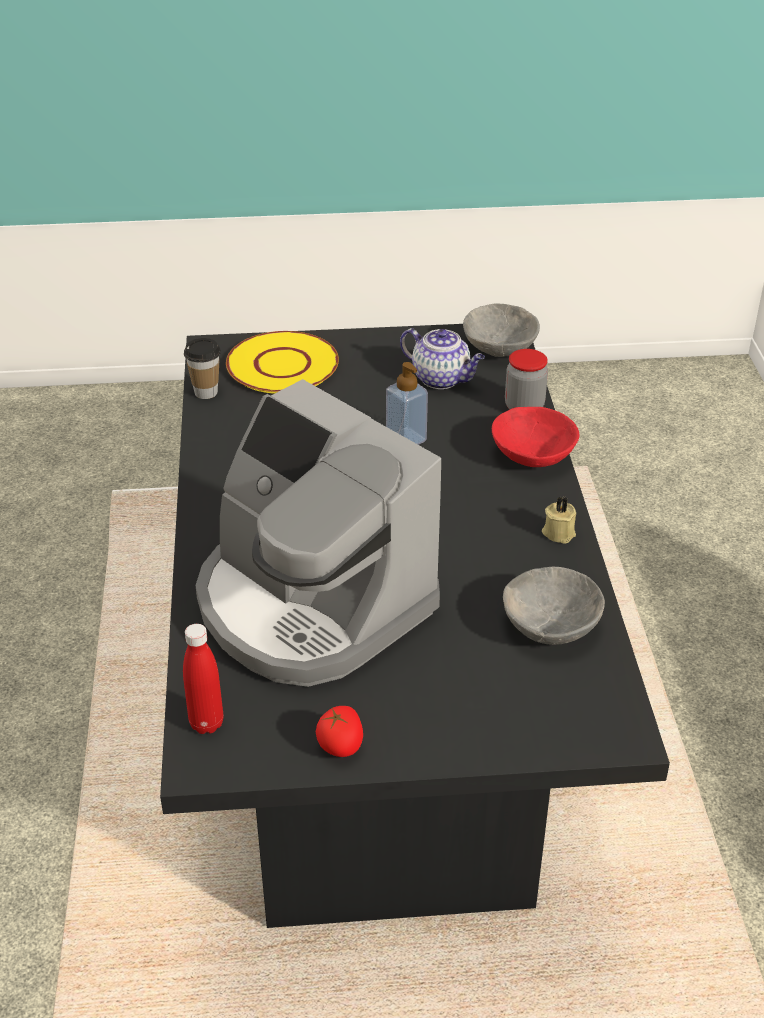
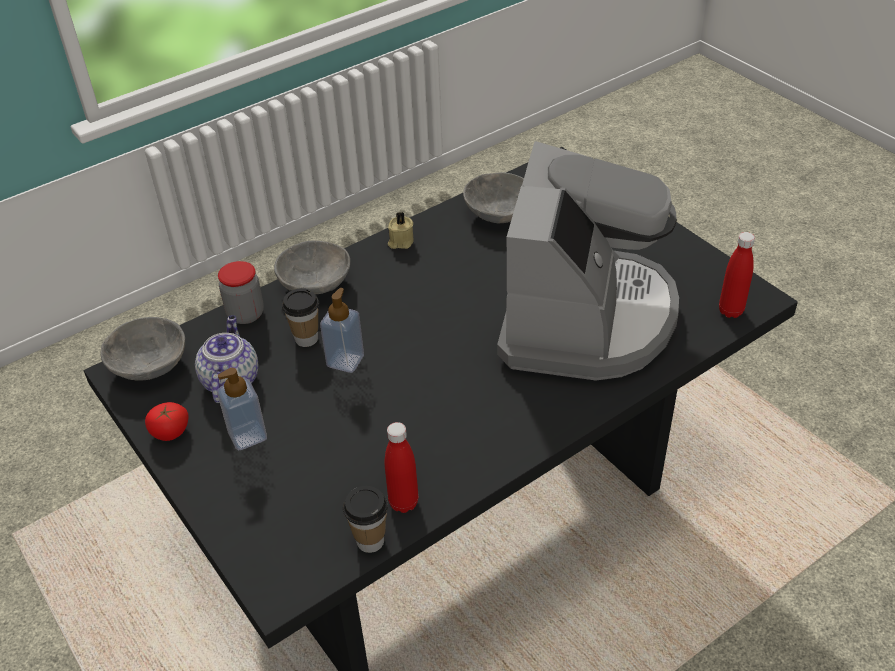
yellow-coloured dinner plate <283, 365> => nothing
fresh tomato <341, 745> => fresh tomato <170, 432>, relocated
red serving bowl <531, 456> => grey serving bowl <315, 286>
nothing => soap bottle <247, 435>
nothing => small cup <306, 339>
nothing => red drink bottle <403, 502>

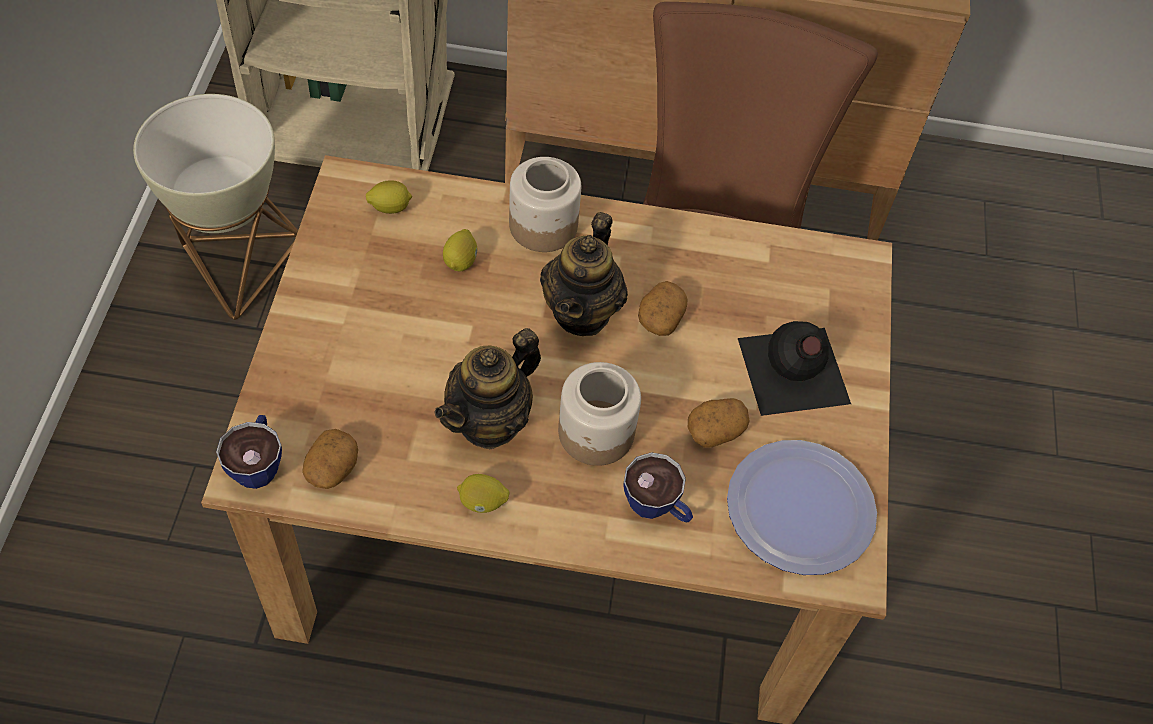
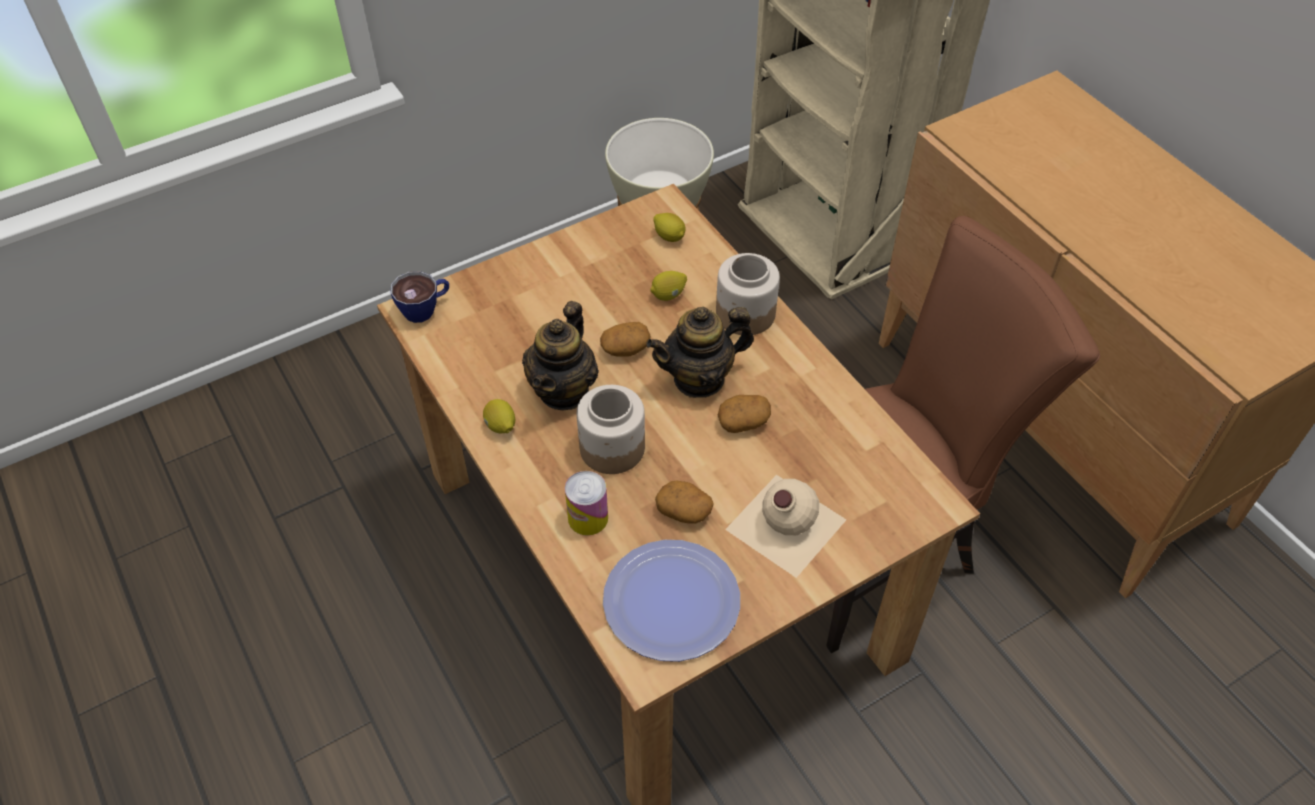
spud <332, 468> => spud <625, 349>, relocated
tea pot <490, 421> => tea pot <563, 390>, 75 degrees counterclockwise
small cup <657, 507> => metal can <588, 518>
black drink bottle <792, 372> => sand-coloured drink bottle <783, 524>

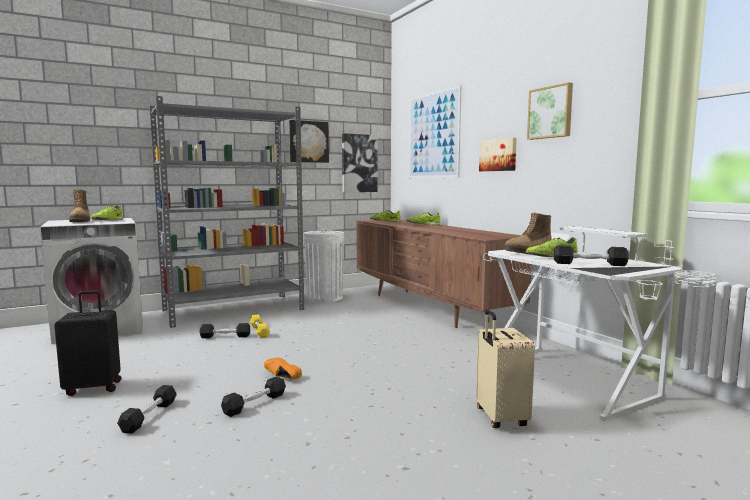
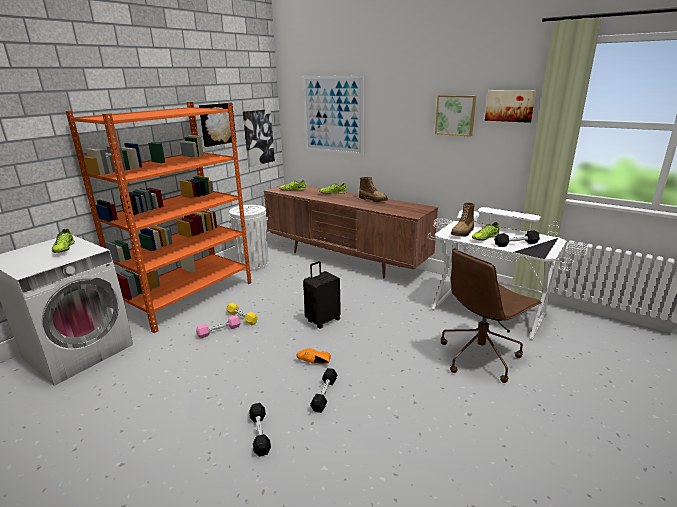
black piece of luggage <94, 388> => black piece of luggage <322, 320>, relocated
boot <81, 221> => boot <373, 200>, relocated
grey bookcase <233, 310> => orange bookcase <188, 297>
black dumbbell <225, 336> => pink dumbbell <219, 331>
sand-coloured piece of luggage <500, 418> => brown desk chair <481, 356>
wall picture <498, 155> => wall picture <510, 106>, relocated

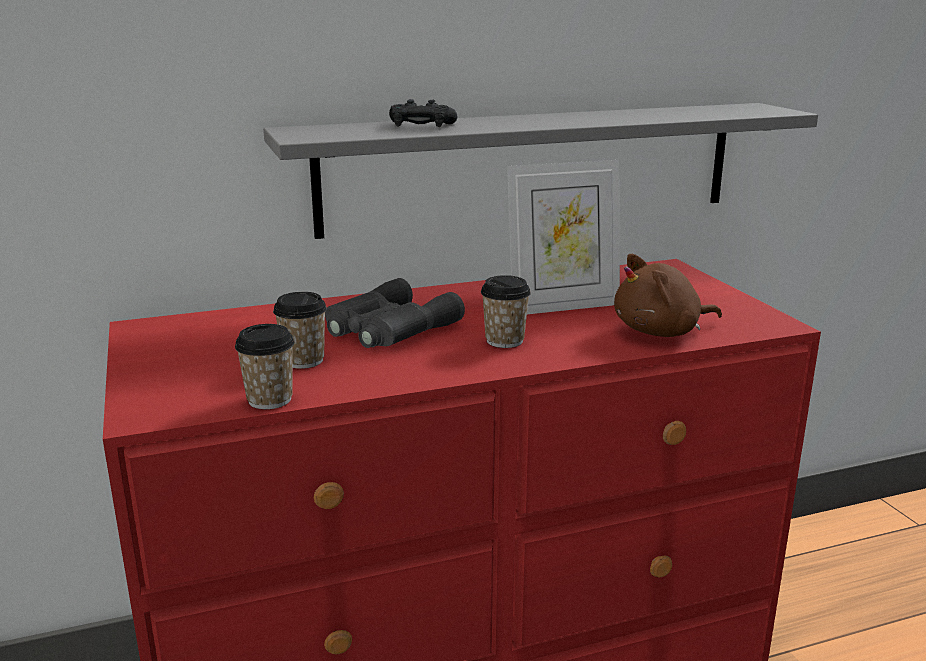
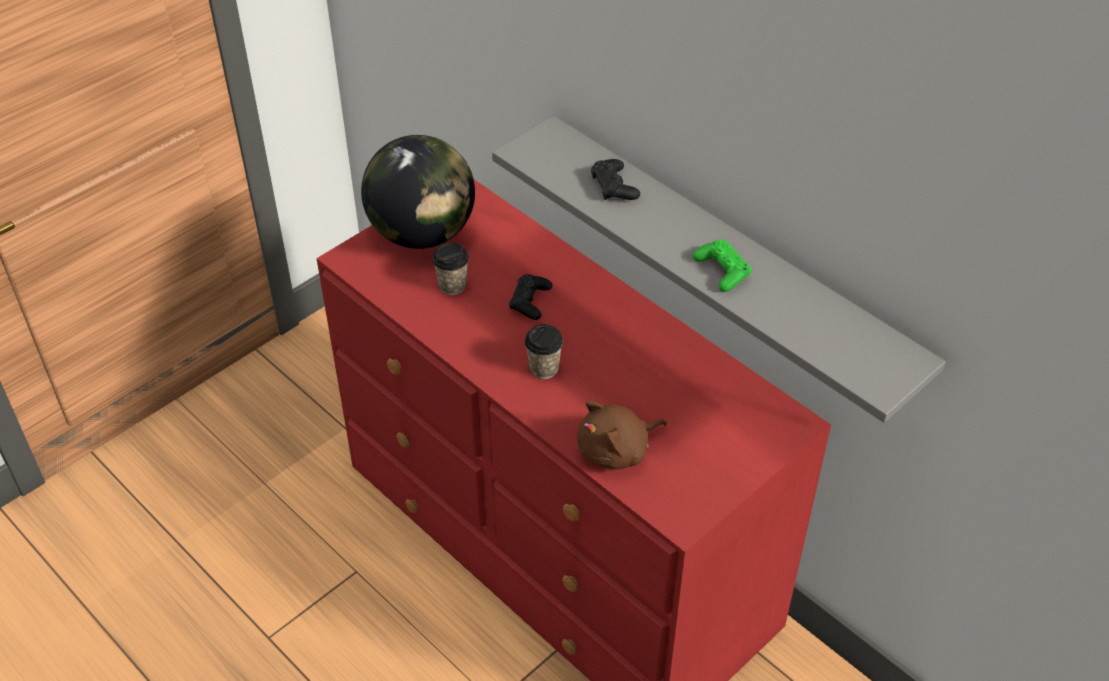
small cup <269, 400> => nothing
grey field glasses <387, 328> => black game controller <530, 301>
picture frame <562, 306> => nothing
brown cuddly toy <661, 332> => brown cuddly toy <617, 451>, 75 degrees counterclockwise
nothing => desk globe <422, 234>
nothing => green game controller <722, 270>

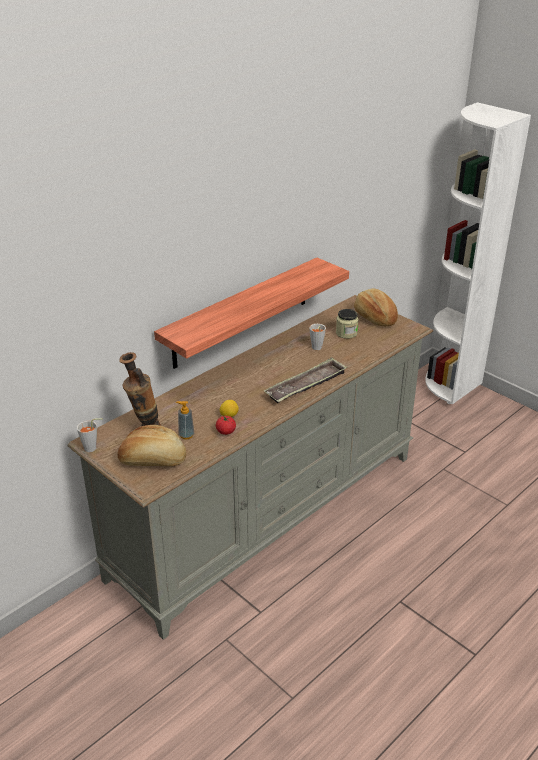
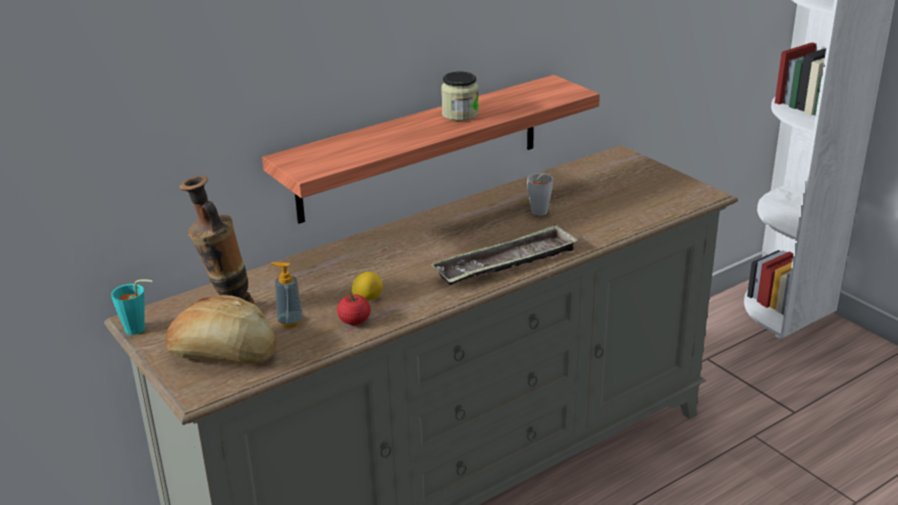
grey small cup <93, 448> => turquoise-coloured small cup <139, 329>
storage jar <346, 333> => storage jar <460, 114>, relocated
baked bread <374, 317> => nothing

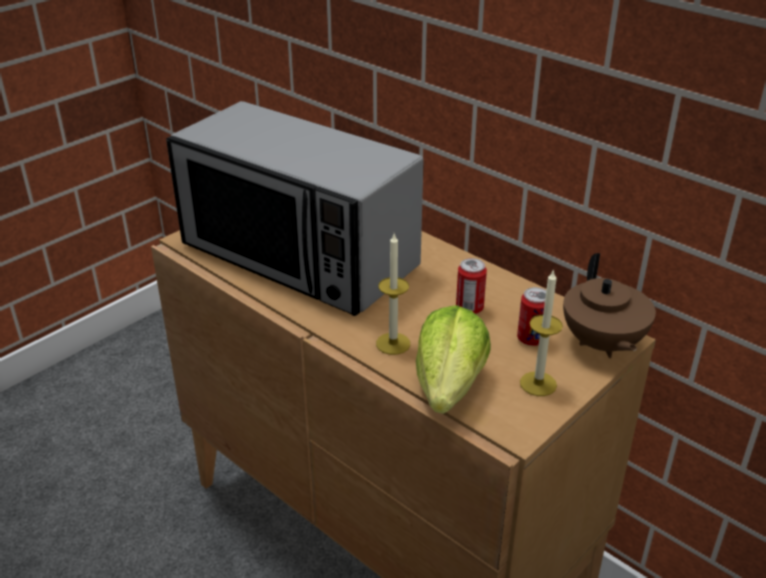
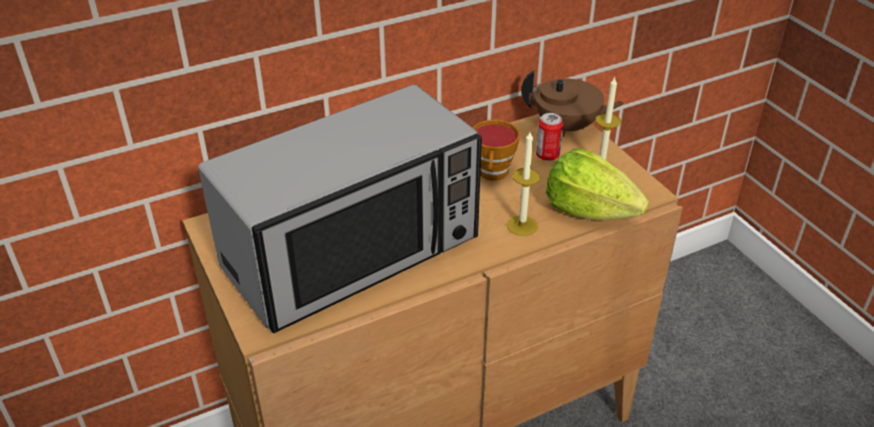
metal can <469, 308> => small cup <493, 173>

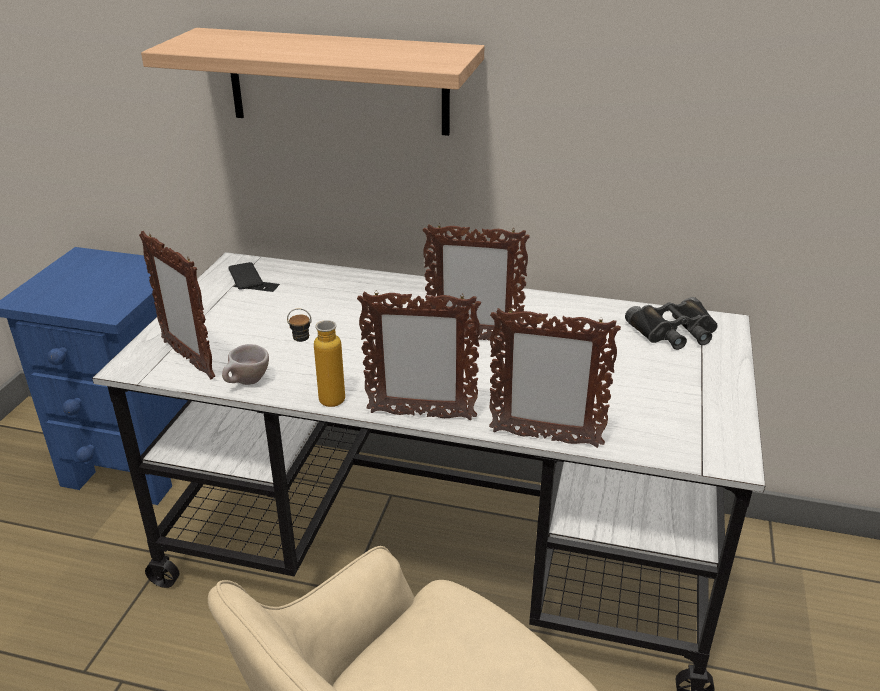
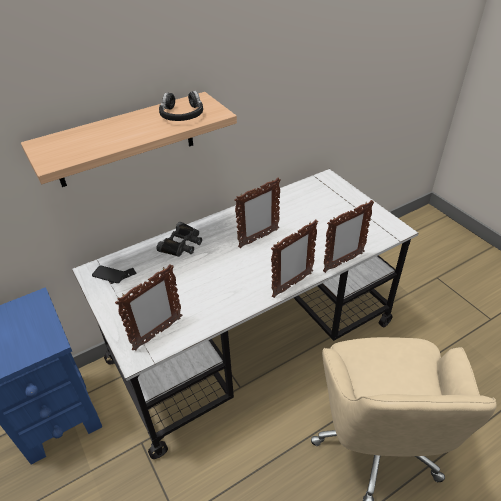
picture frame <188, 359> => picture frame <157, 334>, 45 degrees counterclockwise
sand-coloured small cup <247, 383> => nothing
drink bottle <320, 400> => nothing
black field glasses <674, 331> => black field glasses <182, 244>, relocated
nothing => black headset <182, 114>

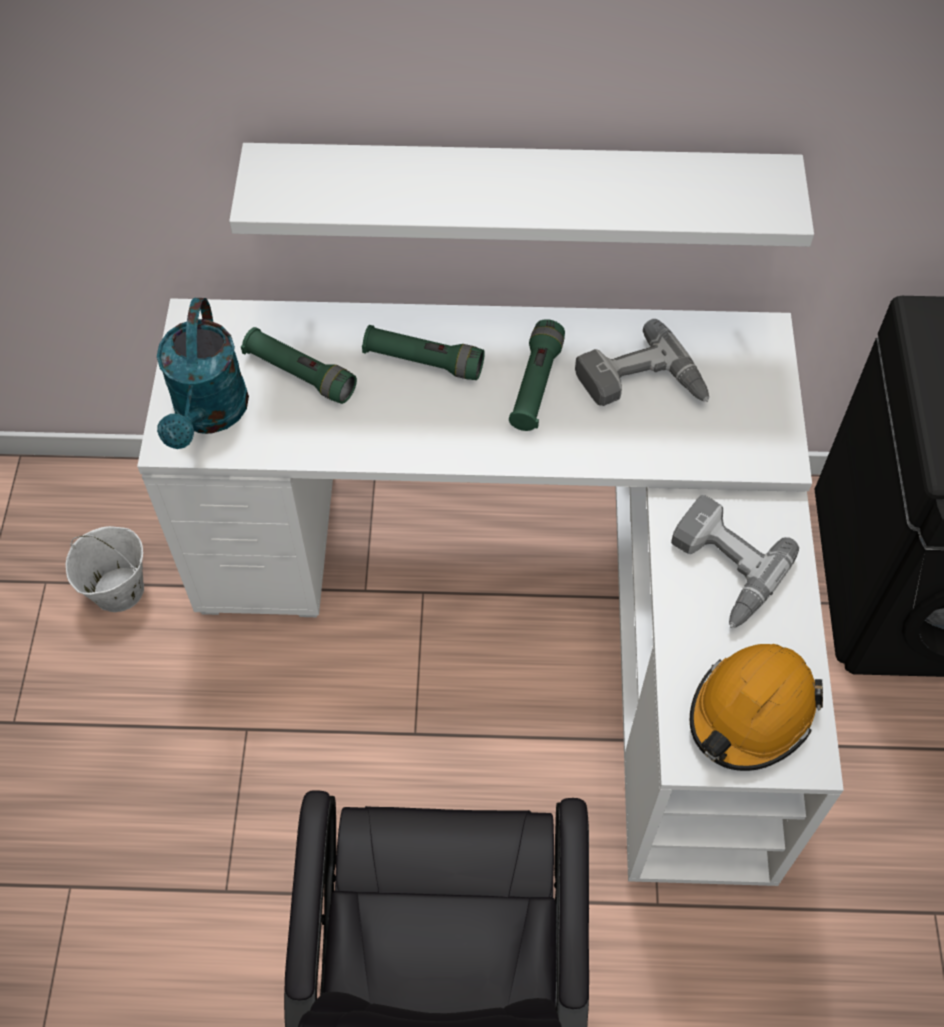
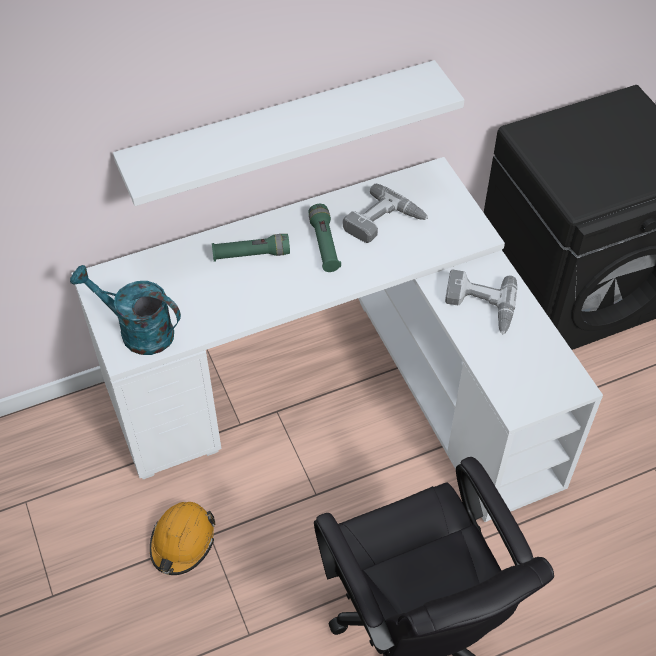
white water bucket <118, 591> => nothing
turquoise-coloured watering can <209, 415> => turquoise-coloured watering can <137, 331>, 135 degrees clockwise
green flashlight <300, 374> => nothing
orange safety helmet <751, 713> => orange safety helmet <182, 542>, relocated

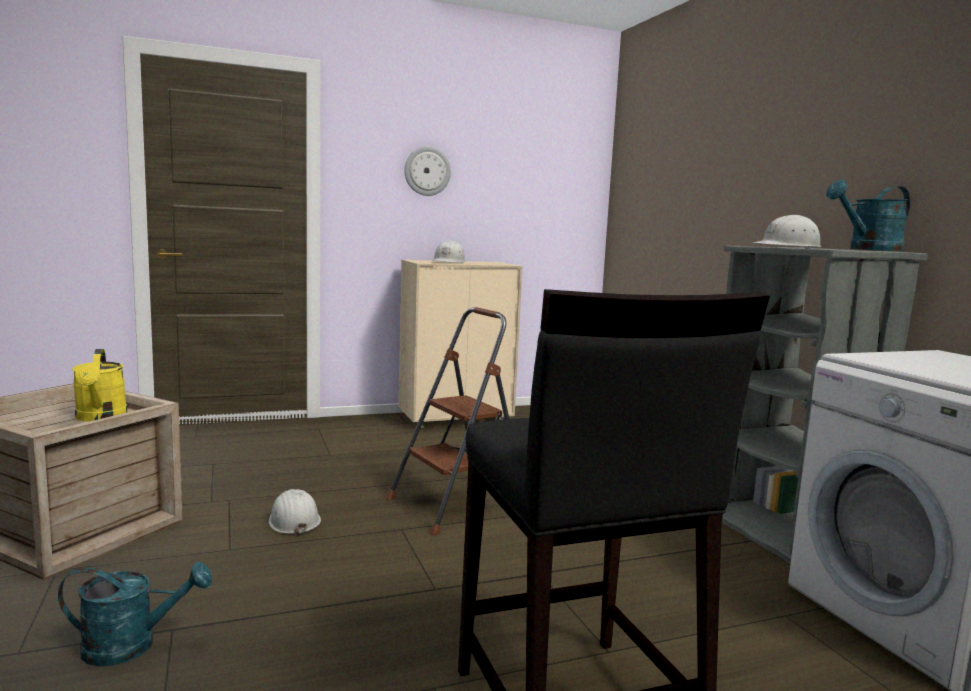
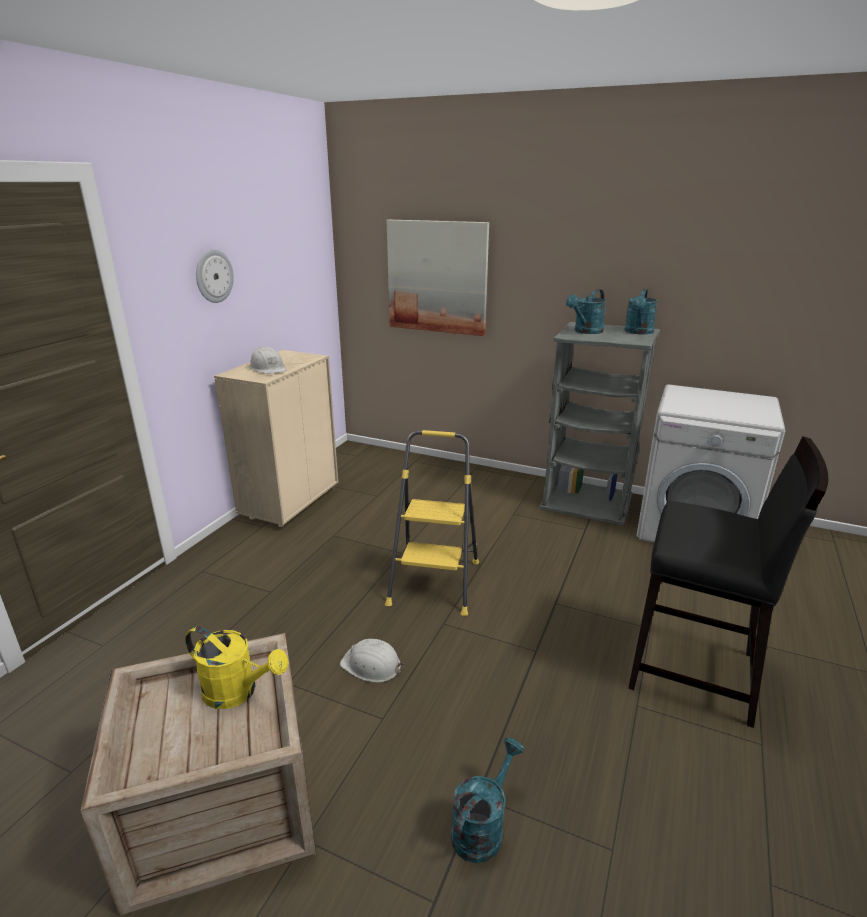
brown step stool <461, 503> => yellow-coloured step stool <435, 579>
white safety helmet <788, 246> => turquoise-coloured watering can <585, 332>
nothing => wall picture <437, 277>

